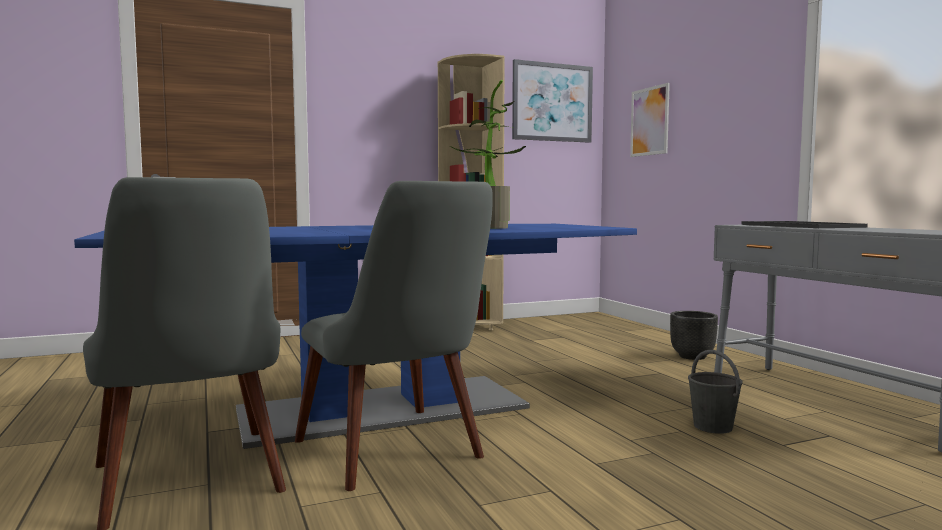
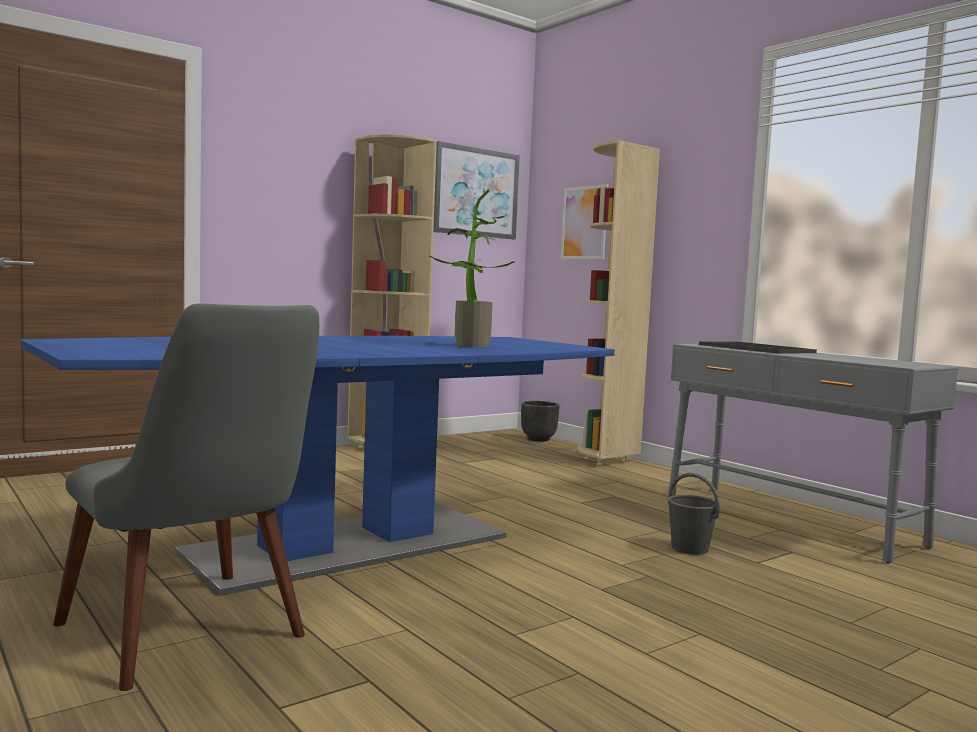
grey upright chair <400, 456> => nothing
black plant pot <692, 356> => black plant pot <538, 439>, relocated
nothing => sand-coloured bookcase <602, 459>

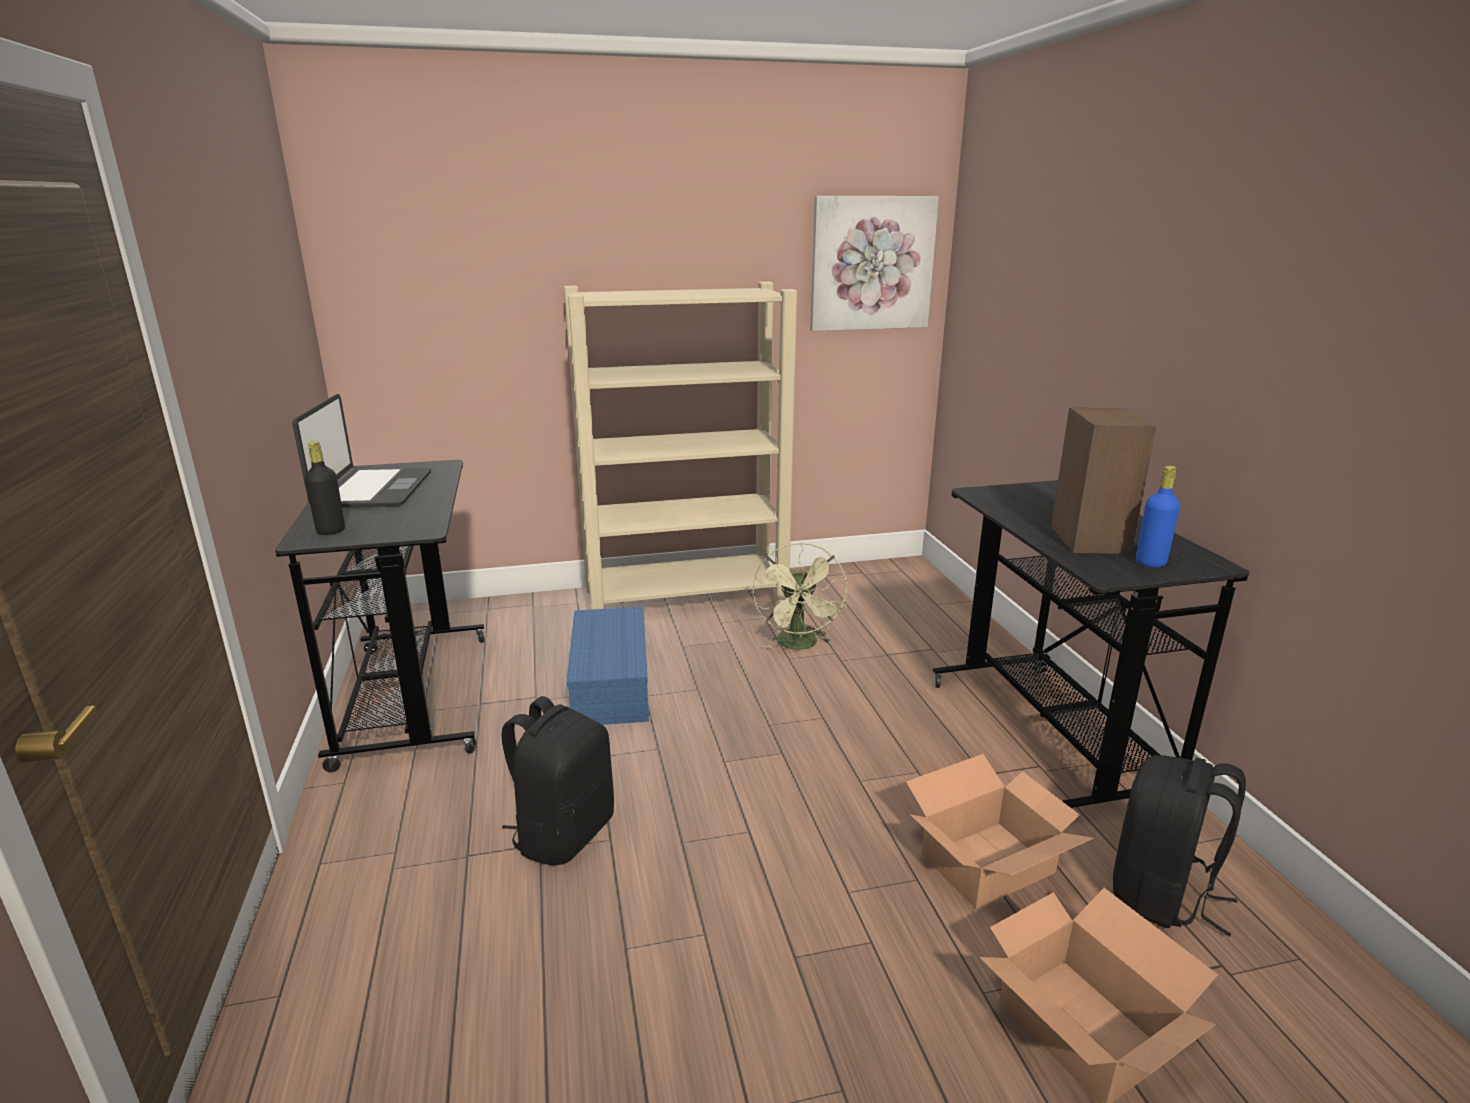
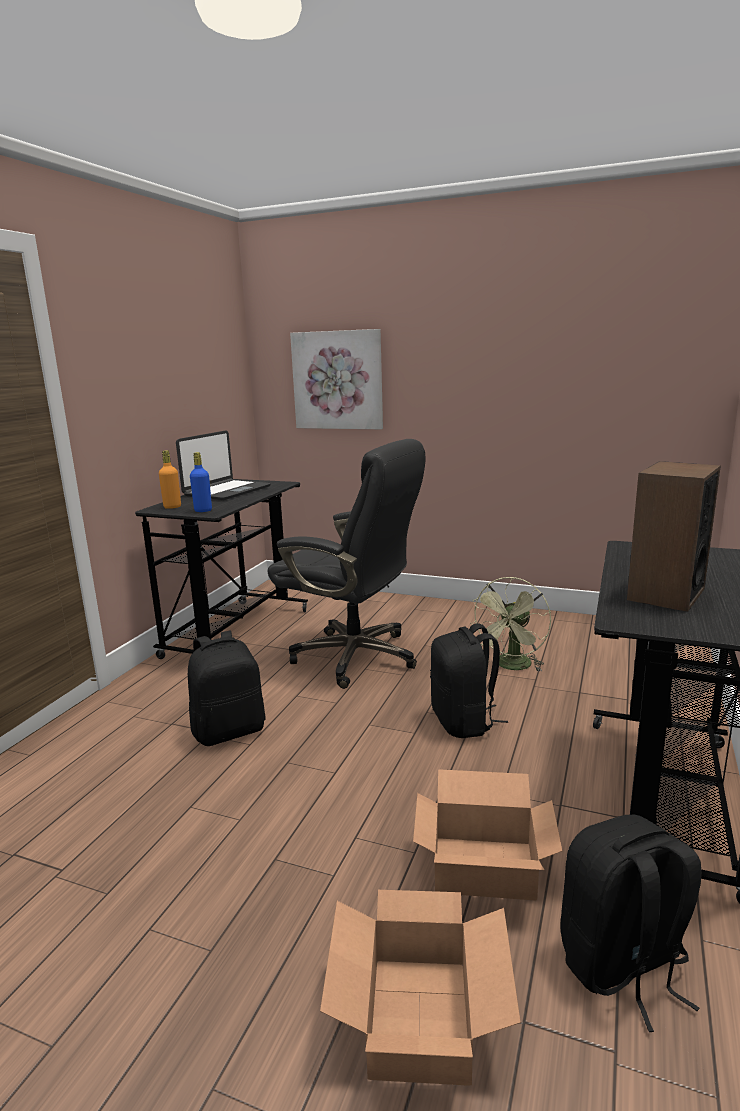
black drink bottle <331, 531> => orange drink bottle <172, 507>
sand-coloured bookcase <685, 597> => nothing
blue-coloured storage box <612, 684> => black desk chair <352, 656>
wall picture <871, 263> => wall picture <338, 380>, relocated
blue-coloured drink bottle <1150, 563> => blue-coloured drink bottle <203, 510>, relocated
nothing => black rucksack <464, 722>

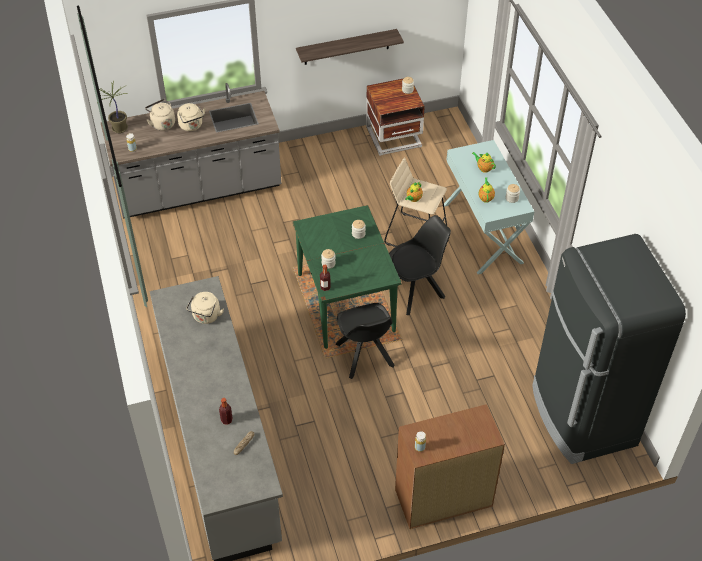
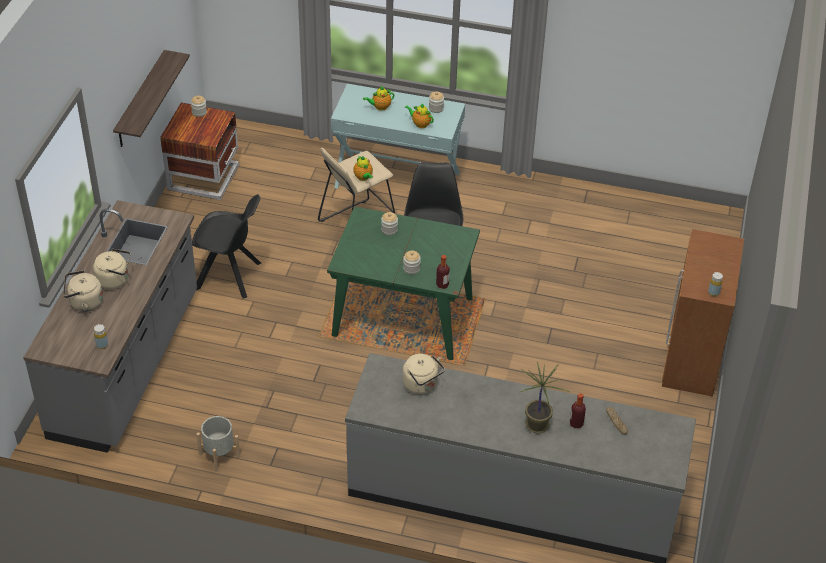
houseplant <119, 129> => houseplant <538, 426>, relocated
black upright chair <365, 356> => black upright chair <230, 276>, relocated
black kitchen fridge <582, 416> => nothing
nothing => grey plant pot <219, 455>

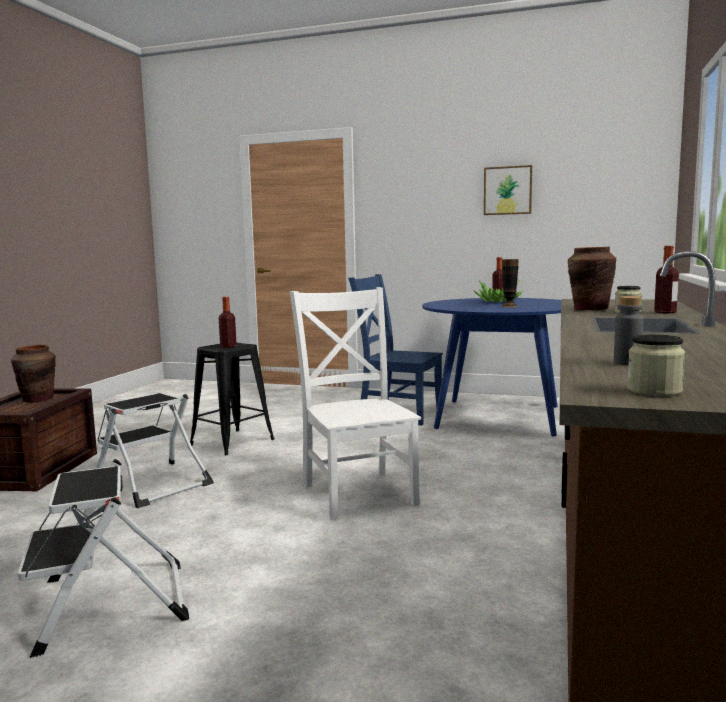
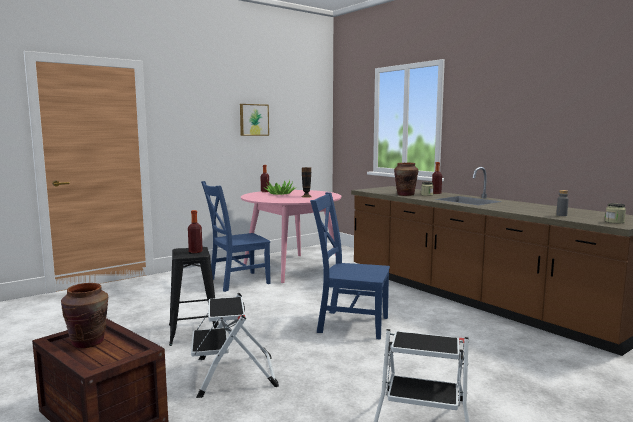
white upright chair <358, 492> => blue-coloured upright chair <350, 324>
blue-coloured dining table <498, 417> => pink dining table <291, 268>

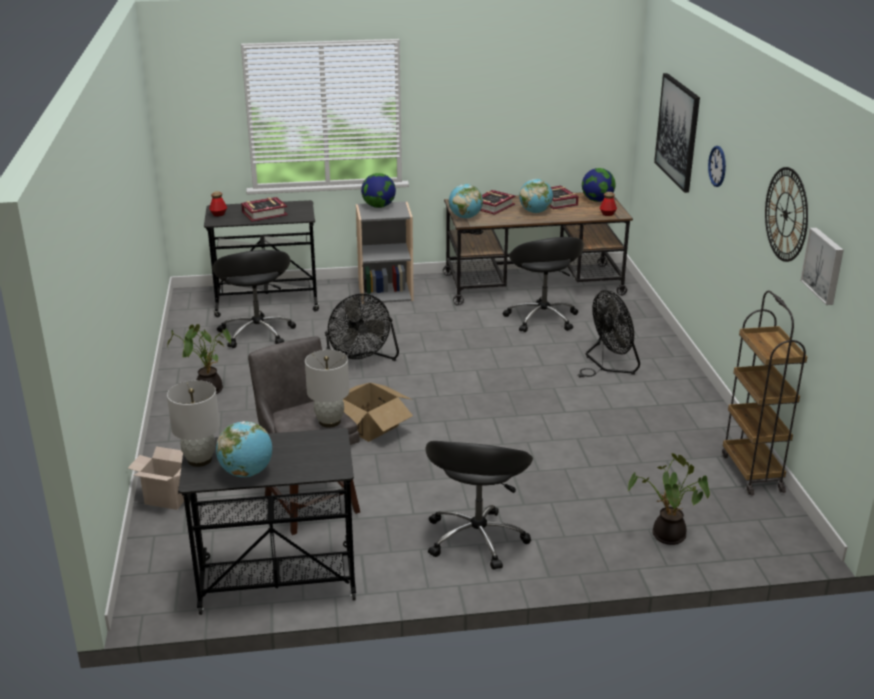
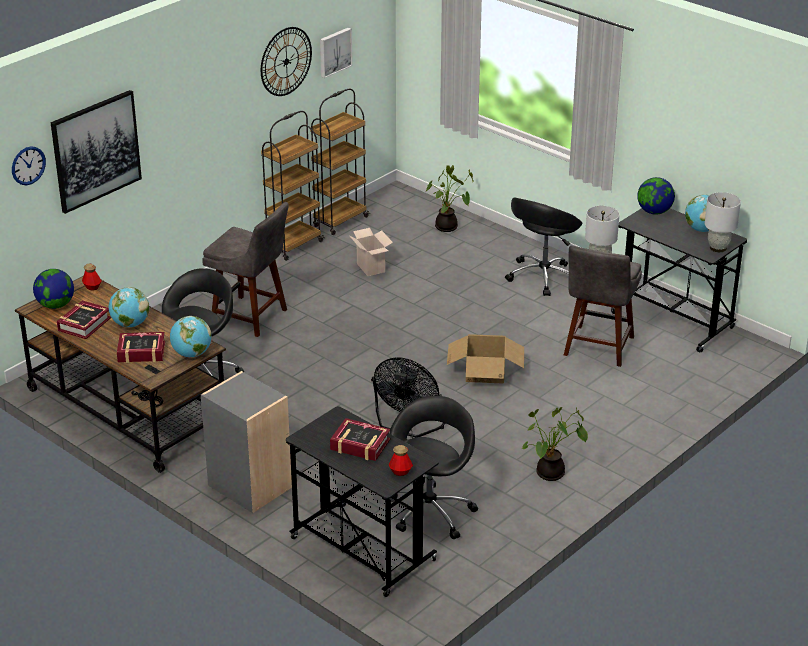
cardboard box <165, 500> => cardboard box <372, 268>, relocated
desk globe <379, 206> => desk globe <654, 212>, relocated
black desk chair <476, 541> => black desk chair <542, 278>, 150 degrees clockwise
black electric fan <604, 362> => grey stool seat <251, 317>
hanging clock <717, 166> => hanging clock <28, 165>, relocated
nothing => brown cart <294, 247>

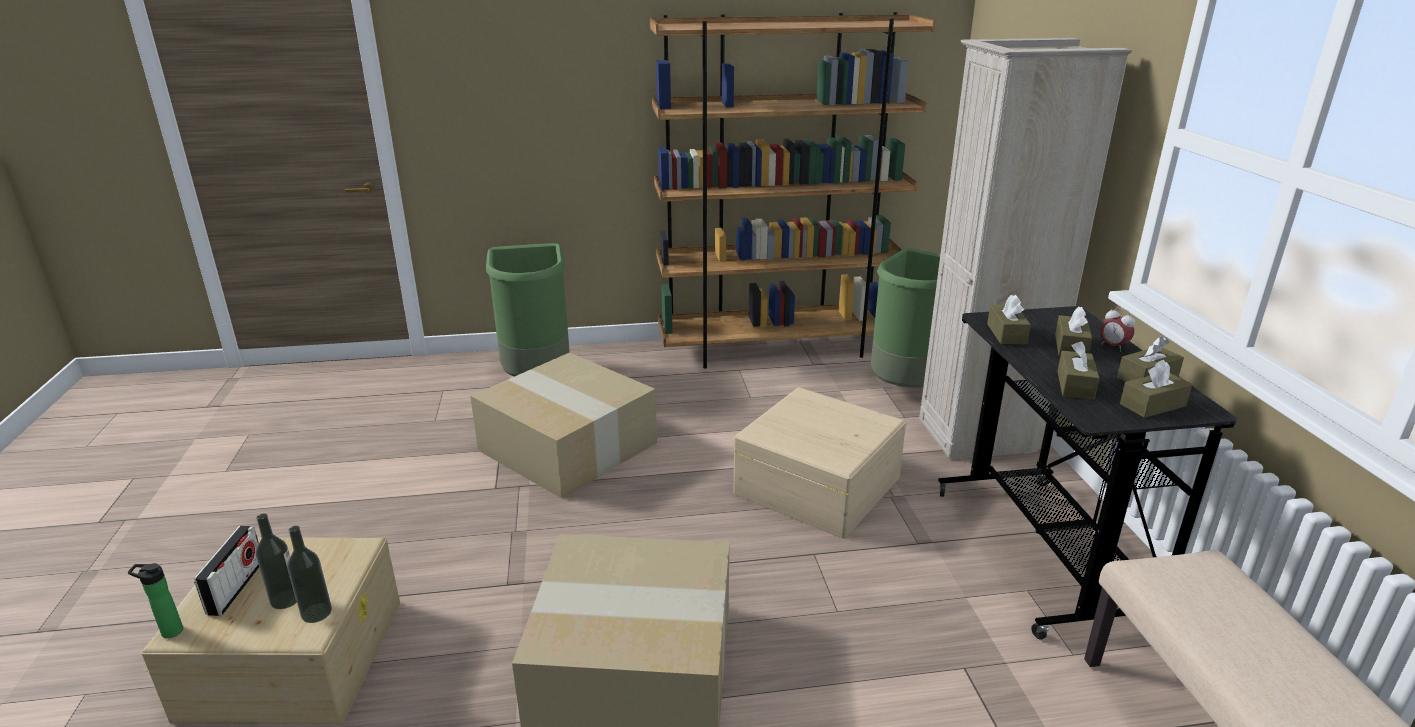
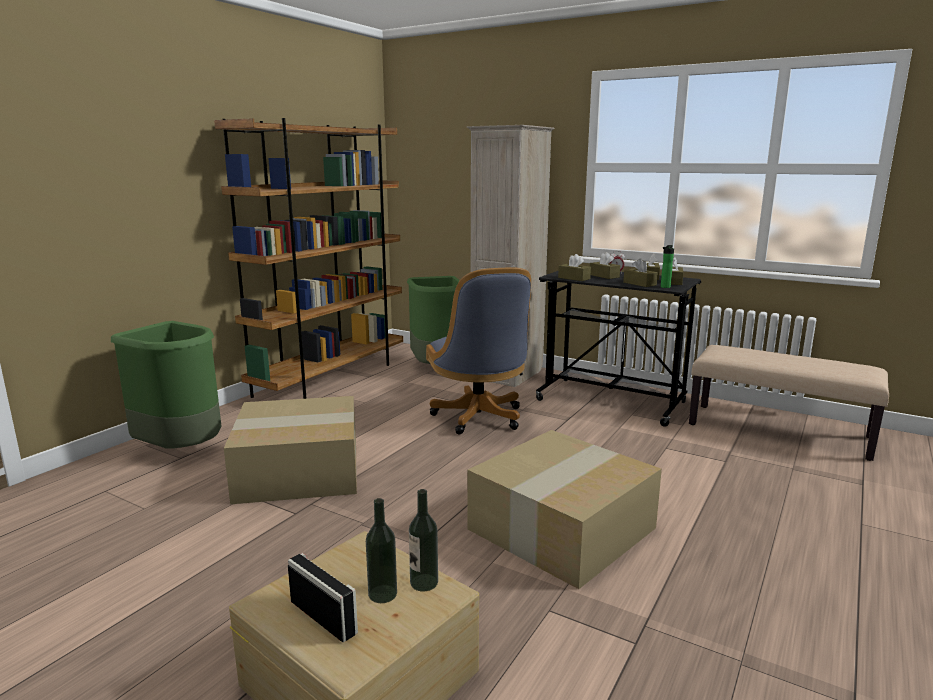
drink bottle <169, 631> => drink bottle <664, 287>, relocated
sand-coloured storage box <816, 484> => blue-coloured desk chair <481, 420>

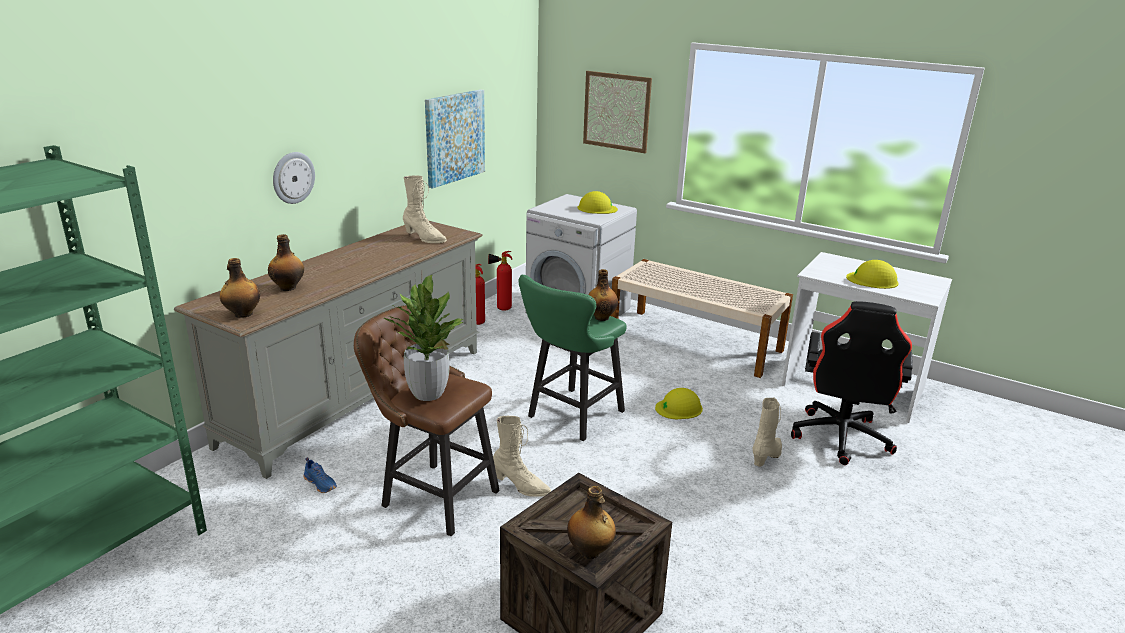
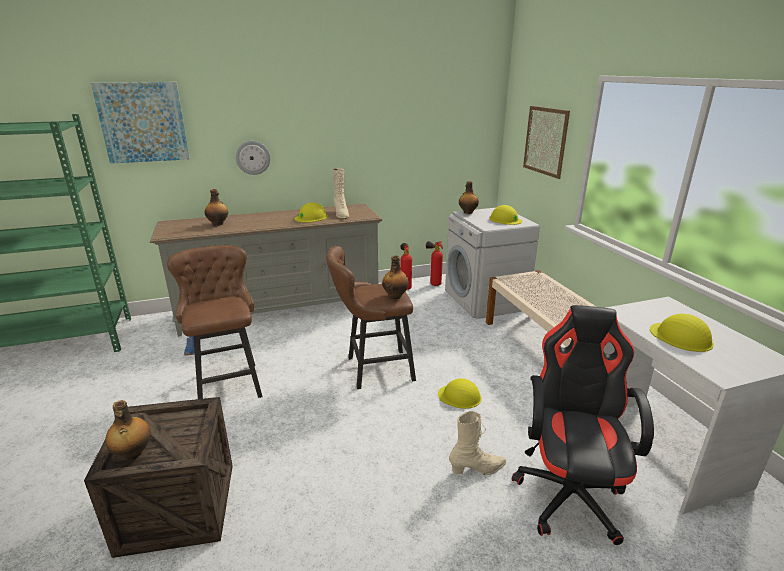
drink bottle <242, 314> => drink bottle <467, 212>, relocated
houseplant <427, 393> => nothing
wall picture <454, 137> => wall picture <143, 122>, relocated
sand-coloured boot <521, 486> => nothing
green stool seat <569, 418> => brown stool seat <371, 370>
black desk chair <839, 442> => black desk chair <569, 492>, 135 degrees clockwise
nothing => yellow-coloured safety helmet <311, 217>

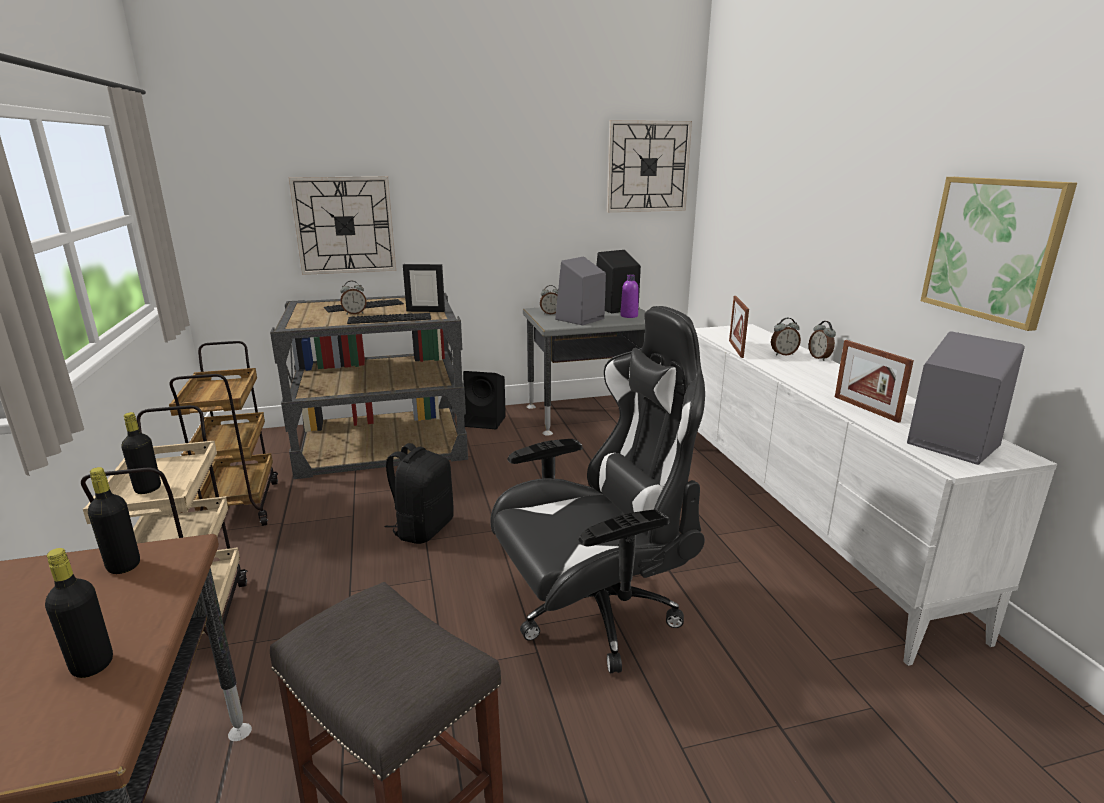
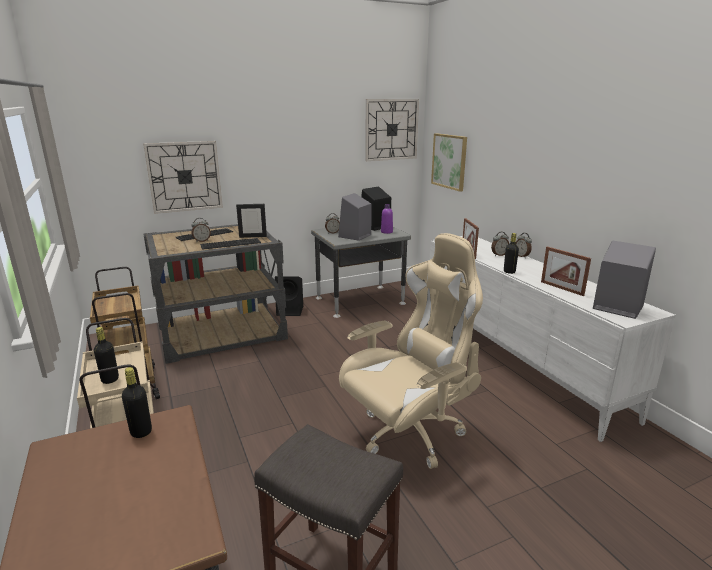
black drink bottle <92, 665> => black drink bottle <509, 272>, relocated
black rucksack <423, 528> => nothing
black desk chair <590, 618> => sand-coloured desk chair <406, 436>
wall picture <992, 249> => wall picture <449, 161>, relocated

